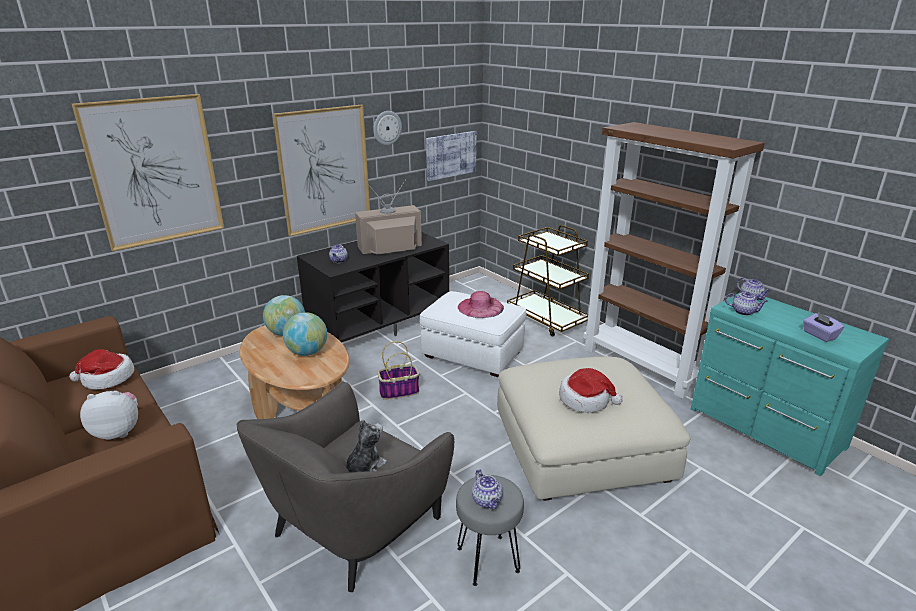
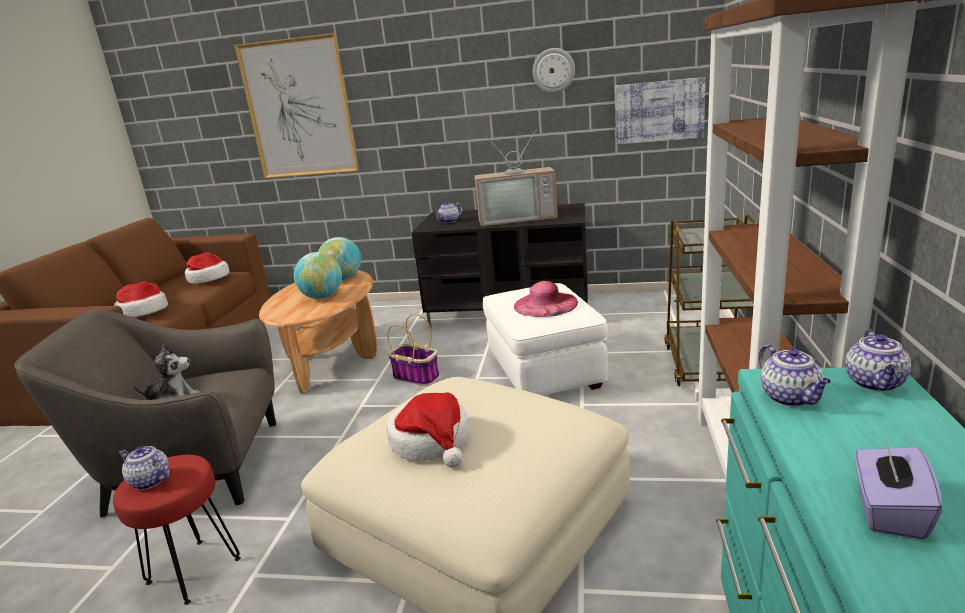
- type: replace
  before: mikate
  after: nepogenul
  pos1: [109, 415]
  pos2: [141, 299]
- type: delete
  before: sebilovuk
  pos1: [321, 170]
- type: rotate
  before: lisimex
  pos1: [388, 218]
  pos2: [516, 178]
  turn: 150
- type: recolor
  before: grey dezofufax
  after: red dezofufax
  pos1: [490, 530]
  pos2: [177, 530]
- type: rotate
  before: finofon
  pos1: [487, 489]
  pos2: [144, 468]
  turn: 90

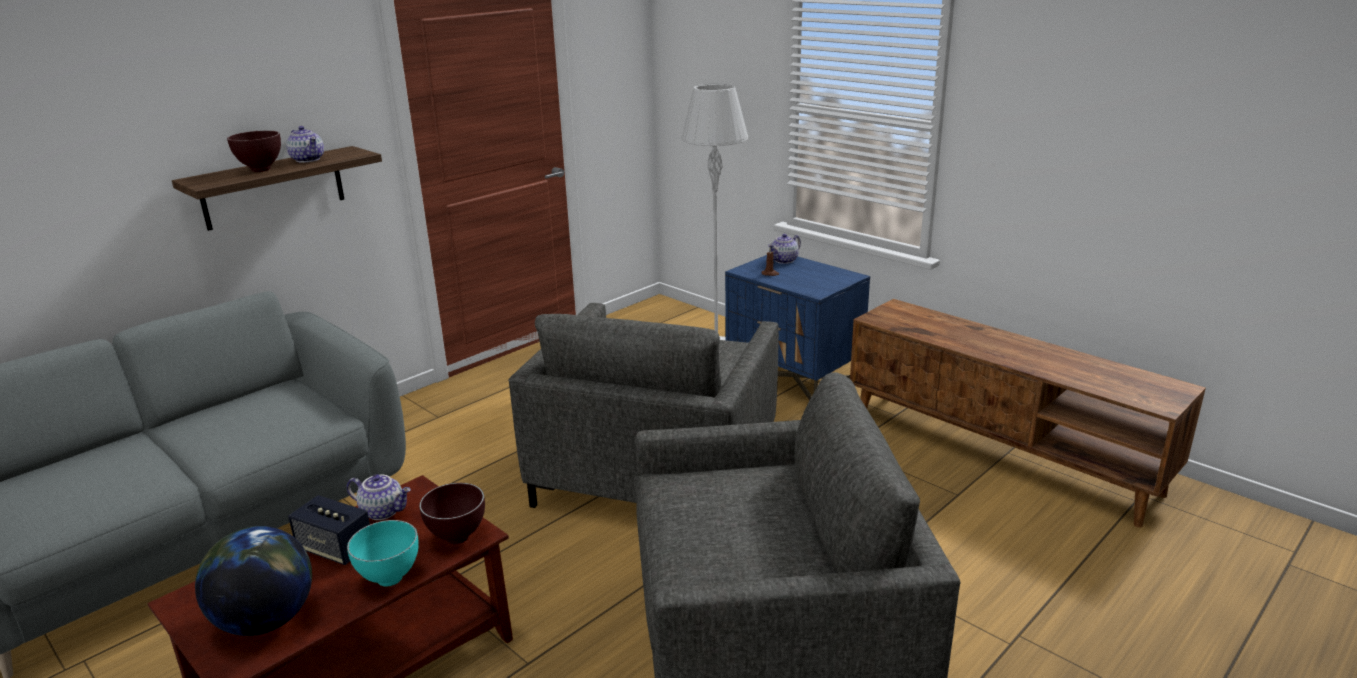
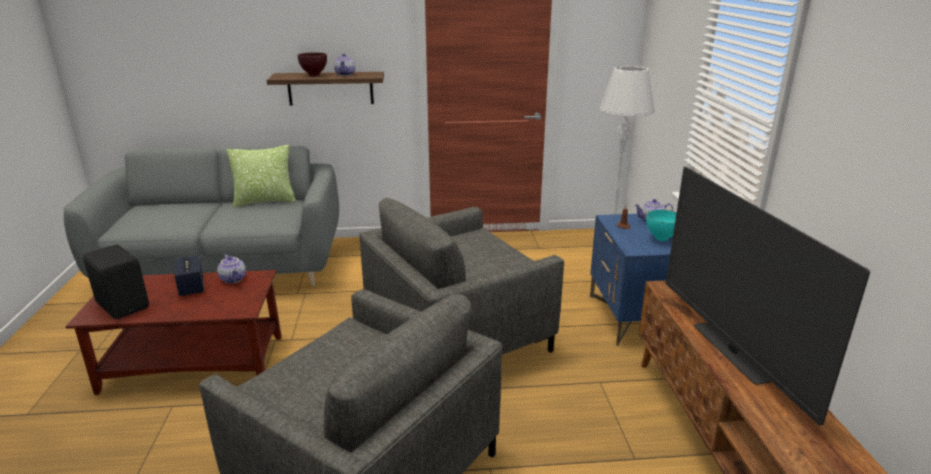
- type: replace
  before: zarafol
  after: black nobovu
  pos1: [253, 581]
  pos2: [116, 282]
- type: move
  before: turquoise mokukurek
  pos1: [383, 553]
  pos2: [661, 225]
- type: delete
  before: brown mokukurek
  pos1: [452, 513]
- type: insert
  after: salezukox
  pos2: [261, 176]
- type: insert
  after: lisimex
  pos2: [768, 296]

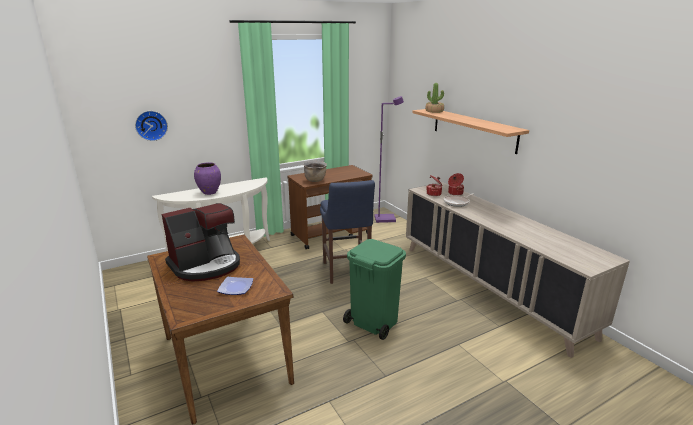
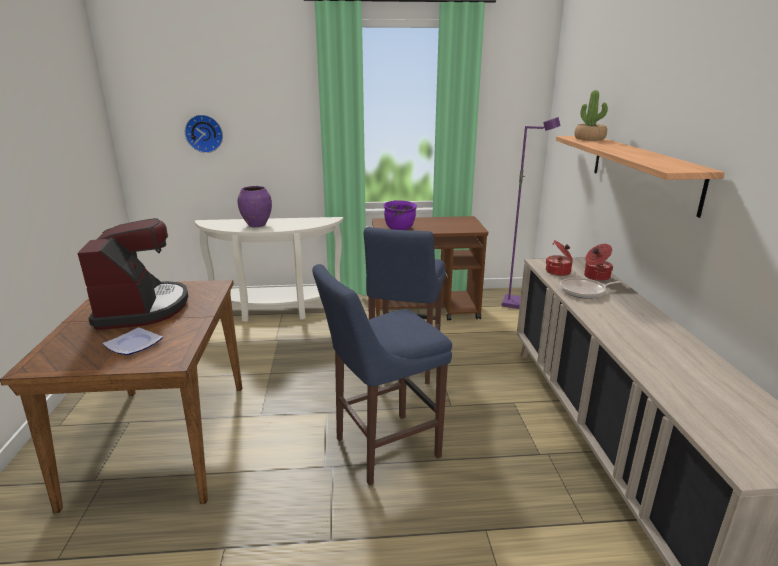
- type: rotate
  before: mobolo
  pos1: [201, 242]
  pos2: [133, 274]
  turn: -90
- type: recolor
  before: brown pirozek
  after: purple pirozek
  pos1: [315, 171]
  pos2: [400, 215]
- type: replace
  before: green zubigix
  after: blue dezofufax
  pos1: [374, 289]
  pos2: [382, 374]

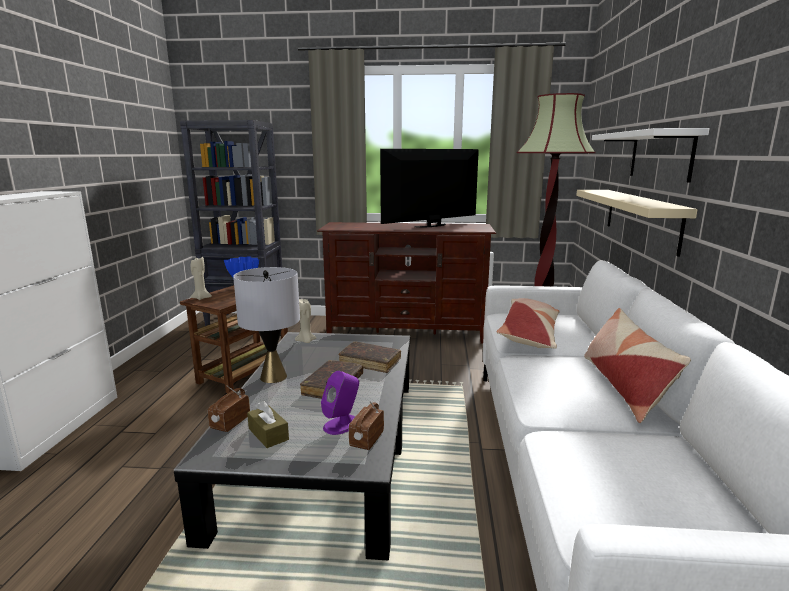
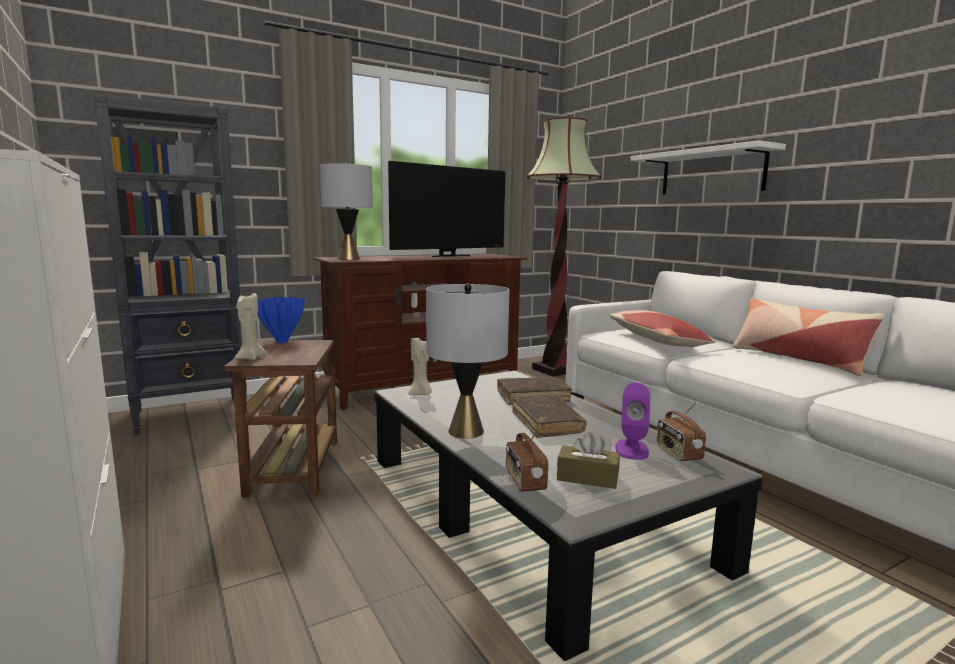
- type: rotate
  before: lisimex
  pos1: [429, 188]
  pos2: [446, 209]
  turn: -150
- type: delete
  before: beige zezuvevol
  pos1: [637, 223]
- type: insert
  after: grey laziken
  pos2: [346, 211]

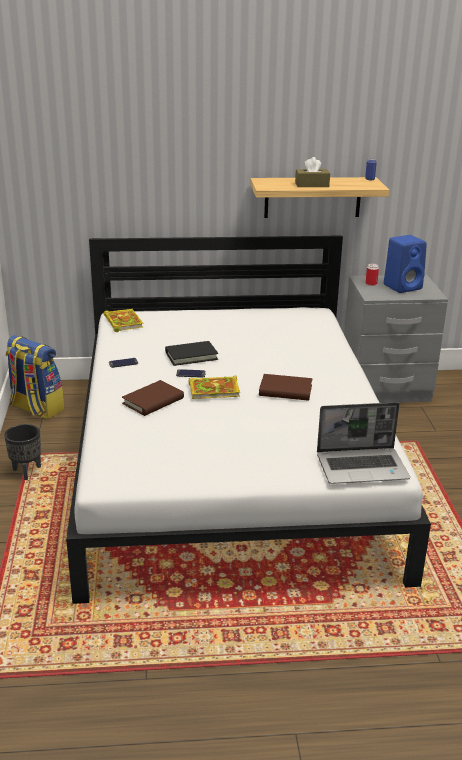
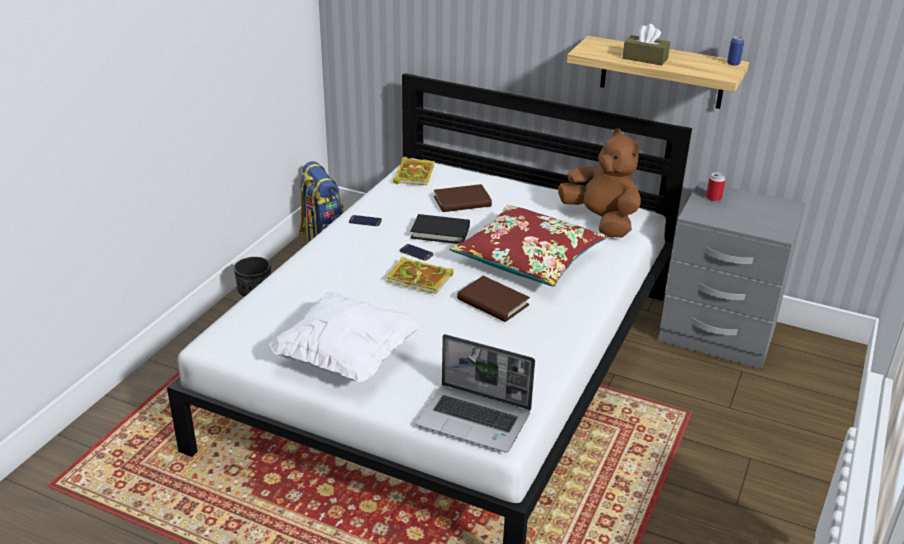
- type: move
  before: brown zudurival
  pos1: [153, 398]
  pos2: [463, 198]
- type: delete
  before: blue nobovu
  pos1: [405, 264]
- type: insert
  after: white salezukox
  pos2: [345, 337]
- type: insert
  after: red salezukox
  pos2: [528, 245]
- type: insert
  after: brown mikate
  pos2: [599, 183]

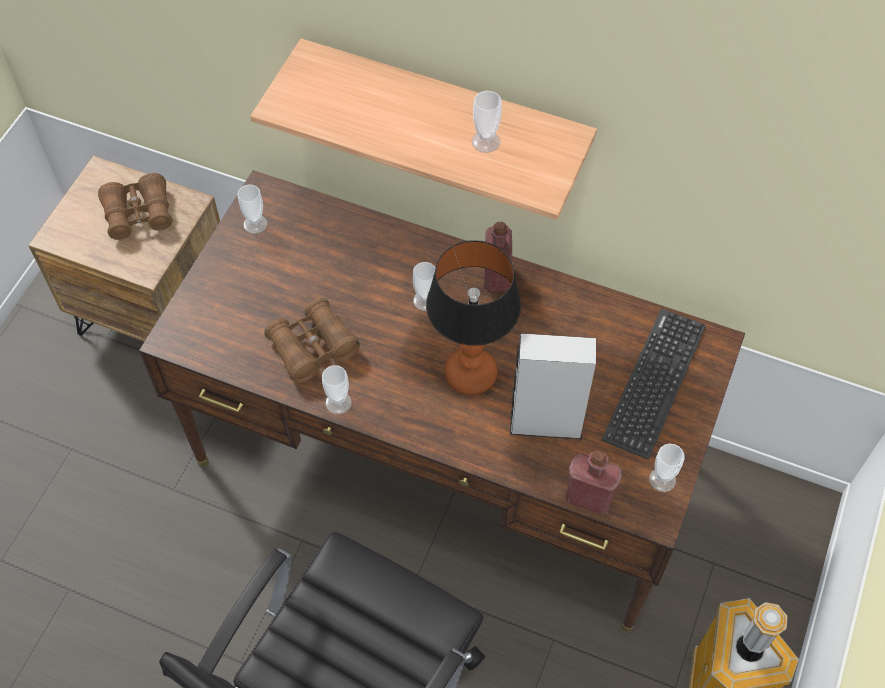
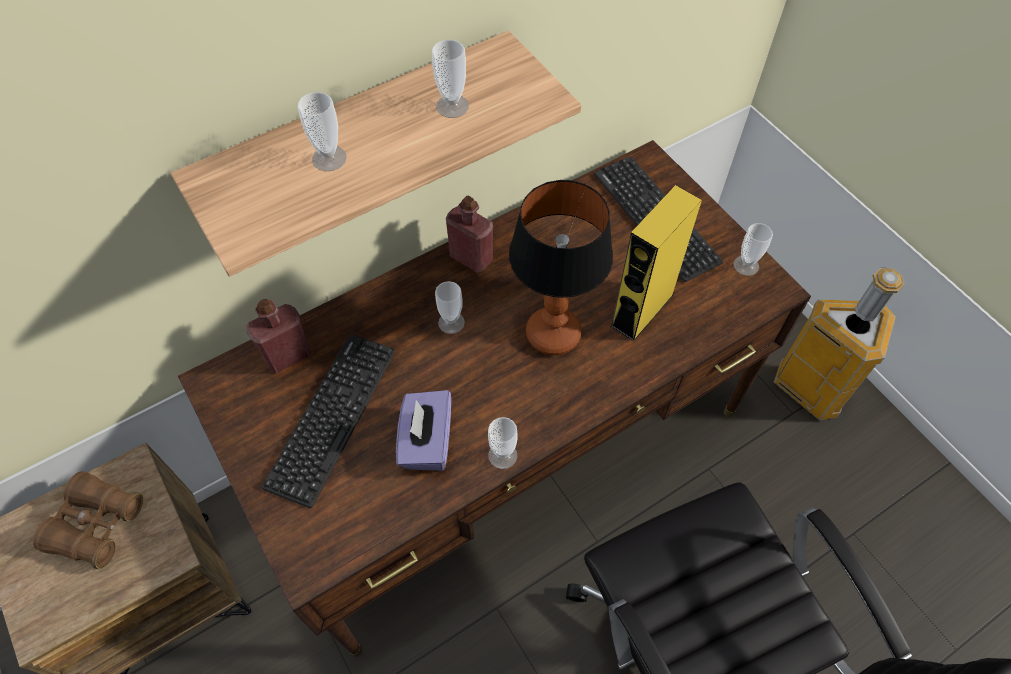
- type: move
  before: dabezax
  pos1: [252, 209]
  pos2: [322, 131]
- type: replace
  before: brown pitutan
  after: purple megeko
  pos1: [312, 340]
  pos2: [423, 430]
- type: recolor
  before: grey nobovu
  after: yellow nobovu
  pos1: [553, 386]
  pos2: [656, 263]
- type: move
  before: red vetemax
  pos1: [594, 483]
  pos2: [279, 336]
- type: insert
  after: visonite
  pos2: [329, 421]

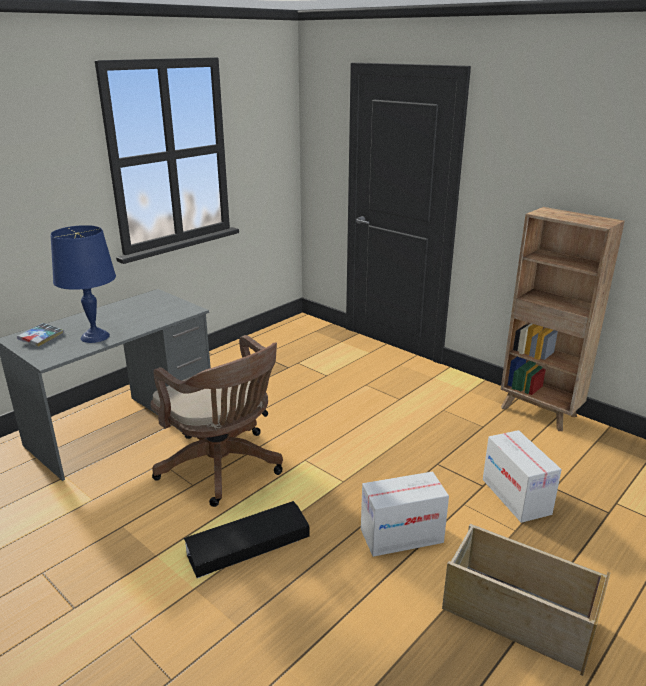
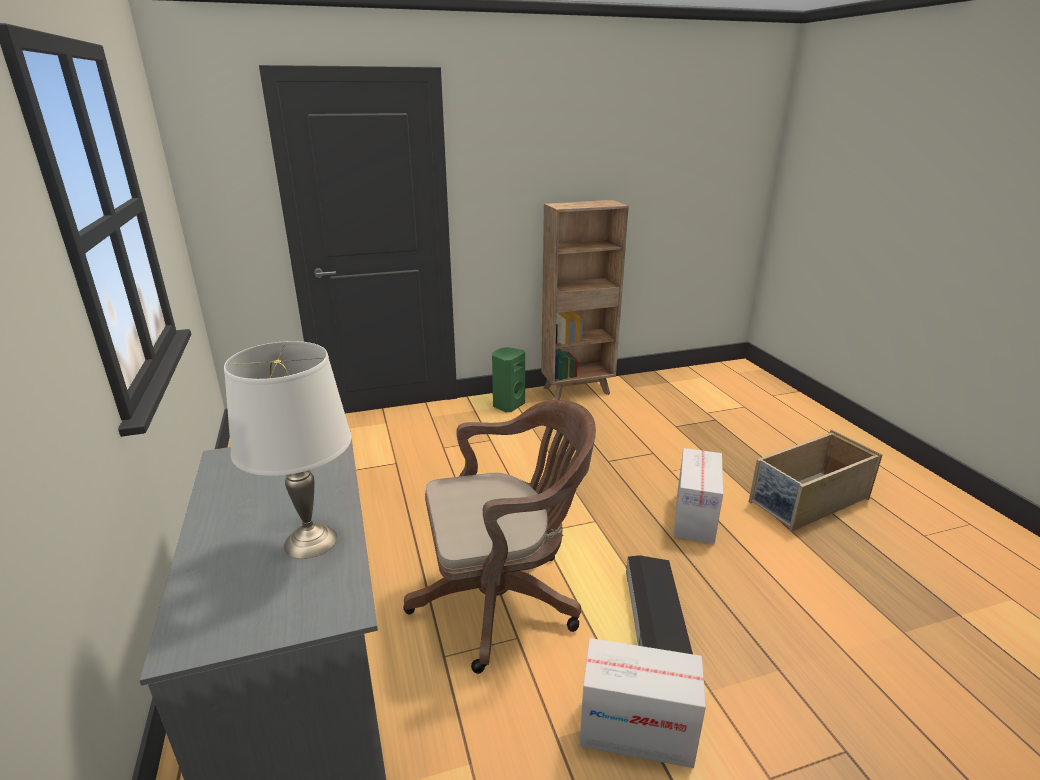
- type: delete
  before: zudurival
  pos1: [40, 335]
- type: recolor
  before: blue laziken
  after: white laziken
  pos1: [83, 284]
  pos2: [287, 450]
- type: move
  before: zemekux
  pos1: [522, 476]
  pos2: [642, 703]
- type: insert
  after: green nobovu
  pos2: [508, 379]

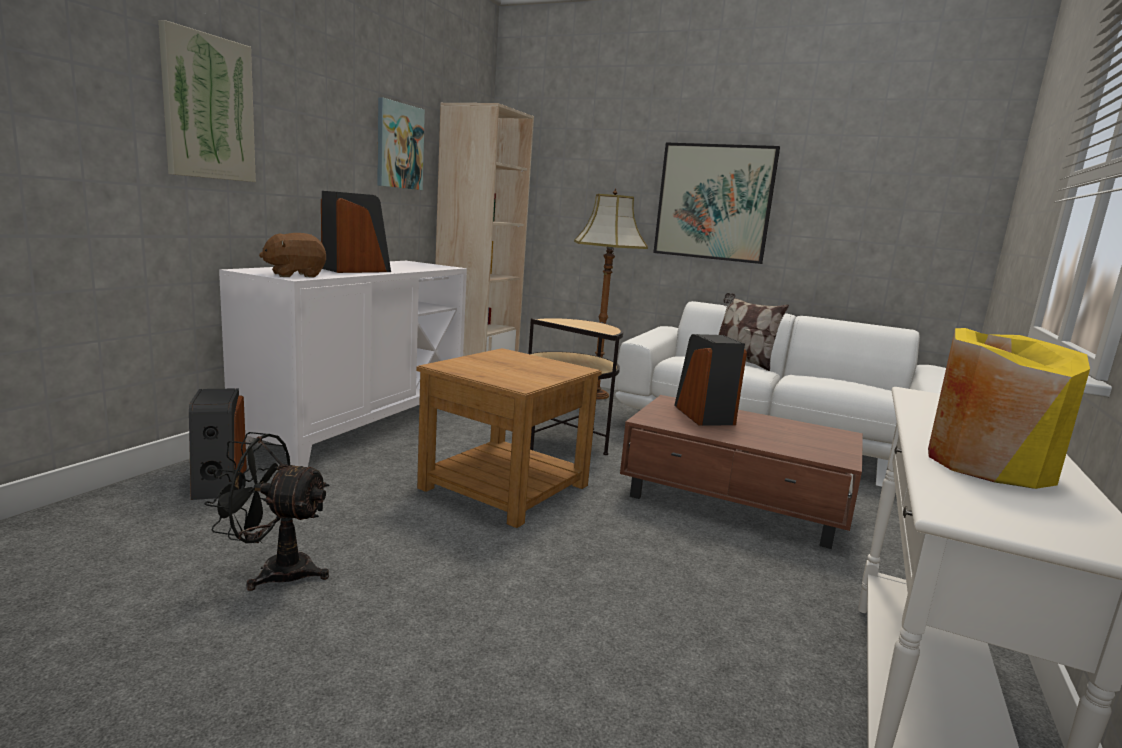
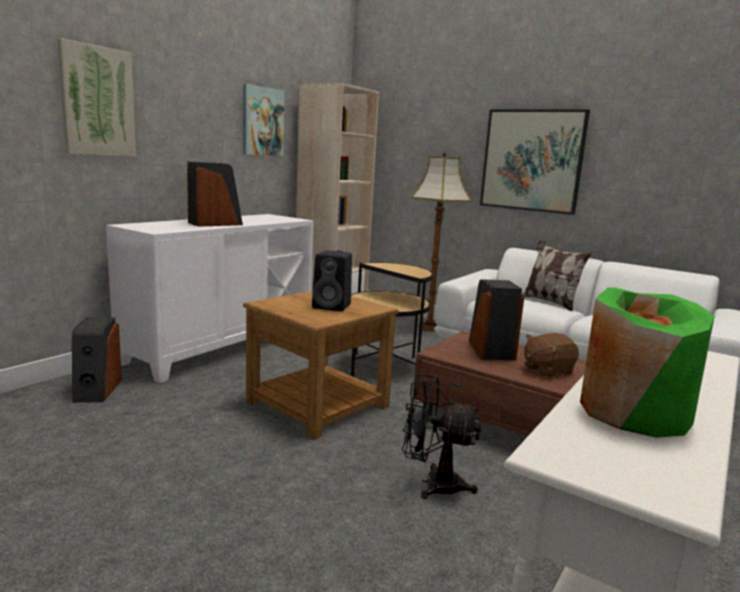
- type: move
  before: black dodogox
  pos1: [266, 511]
  pos2: [442, 437]
- type: move
  before: brown mikate
  pos1: [292, 255]
  pos2: [551, 355]
- type: recolor
  before: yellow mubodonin
  after: green mubodonin
  pos1: [1009, 408]
  pos2: [647, 362]
- type: insert
  after: black nobovu
  pos2: [332, 280]

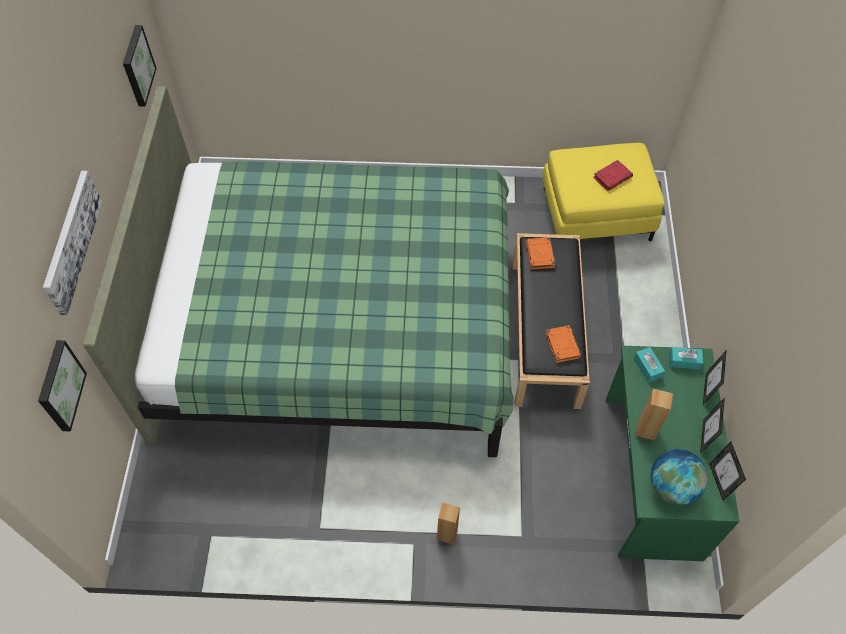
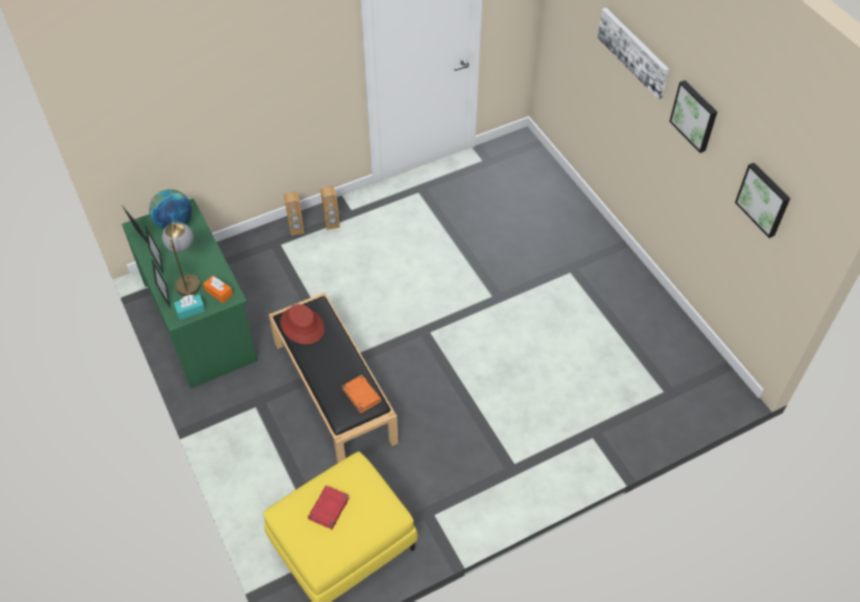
- type: move
  before: sebilovuk
  pos1: [62, 386]
  pos2: [693, 116]
- type: delete
  before: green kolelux
  pos1: [298, 271]
- type: replace
  before: orange zudurival
  after: red nepogenul
  pos1: [563, 344]
  pos2: [302, 324]
- type: recolor
  before: turquoise megeko
  after: orange megeko
  pos1: [649, 365]
  pos2: [218, 289]
- type: move
  before: brown nobovu
  pos1: [654, 414]
  pos2: [294, 213]
- type: insert
  after: laziken
  pos2: [181, 259]

